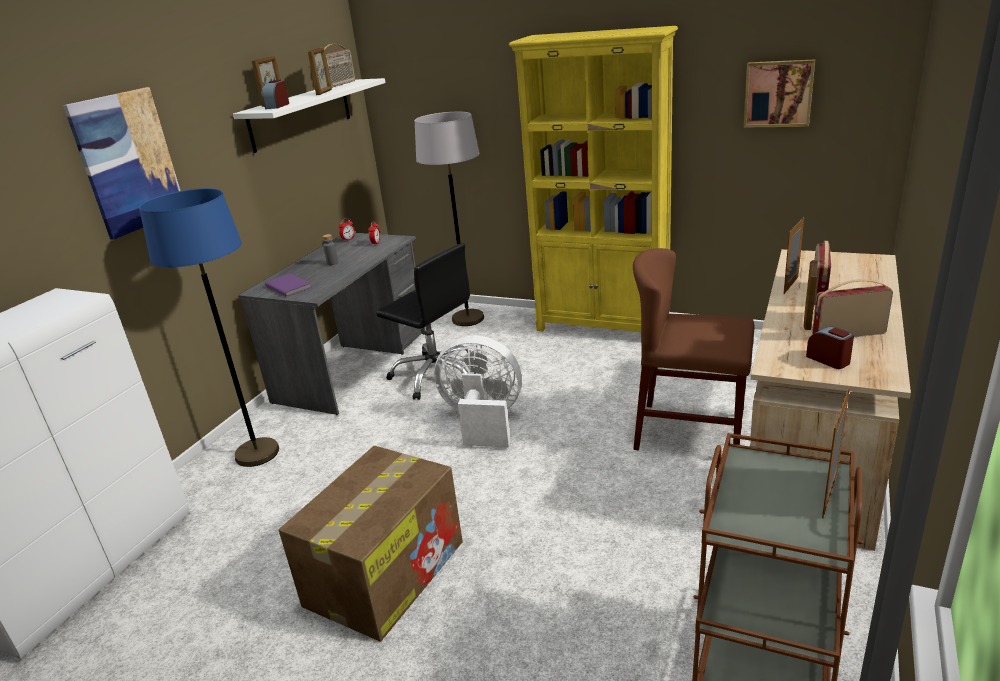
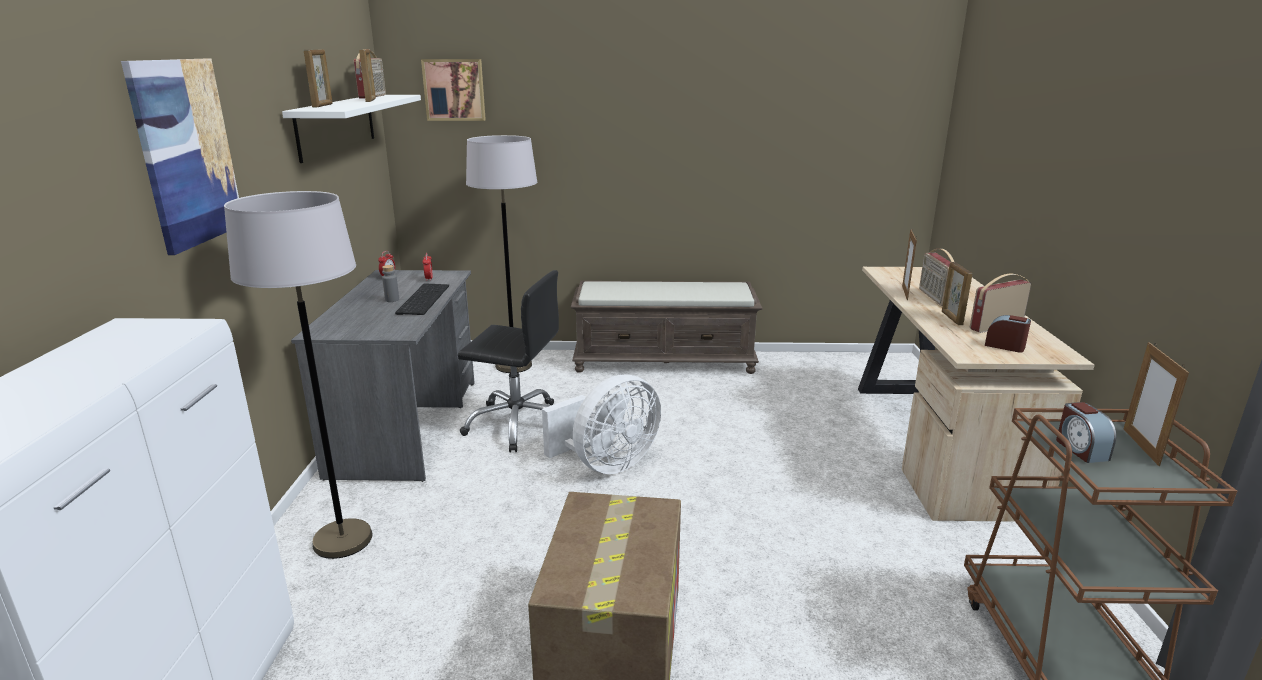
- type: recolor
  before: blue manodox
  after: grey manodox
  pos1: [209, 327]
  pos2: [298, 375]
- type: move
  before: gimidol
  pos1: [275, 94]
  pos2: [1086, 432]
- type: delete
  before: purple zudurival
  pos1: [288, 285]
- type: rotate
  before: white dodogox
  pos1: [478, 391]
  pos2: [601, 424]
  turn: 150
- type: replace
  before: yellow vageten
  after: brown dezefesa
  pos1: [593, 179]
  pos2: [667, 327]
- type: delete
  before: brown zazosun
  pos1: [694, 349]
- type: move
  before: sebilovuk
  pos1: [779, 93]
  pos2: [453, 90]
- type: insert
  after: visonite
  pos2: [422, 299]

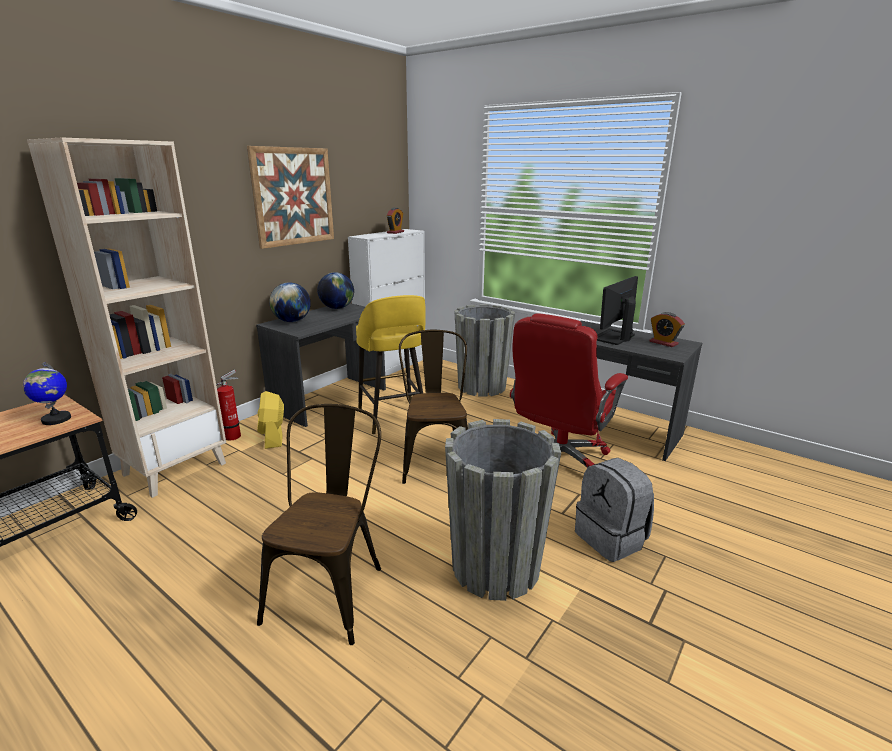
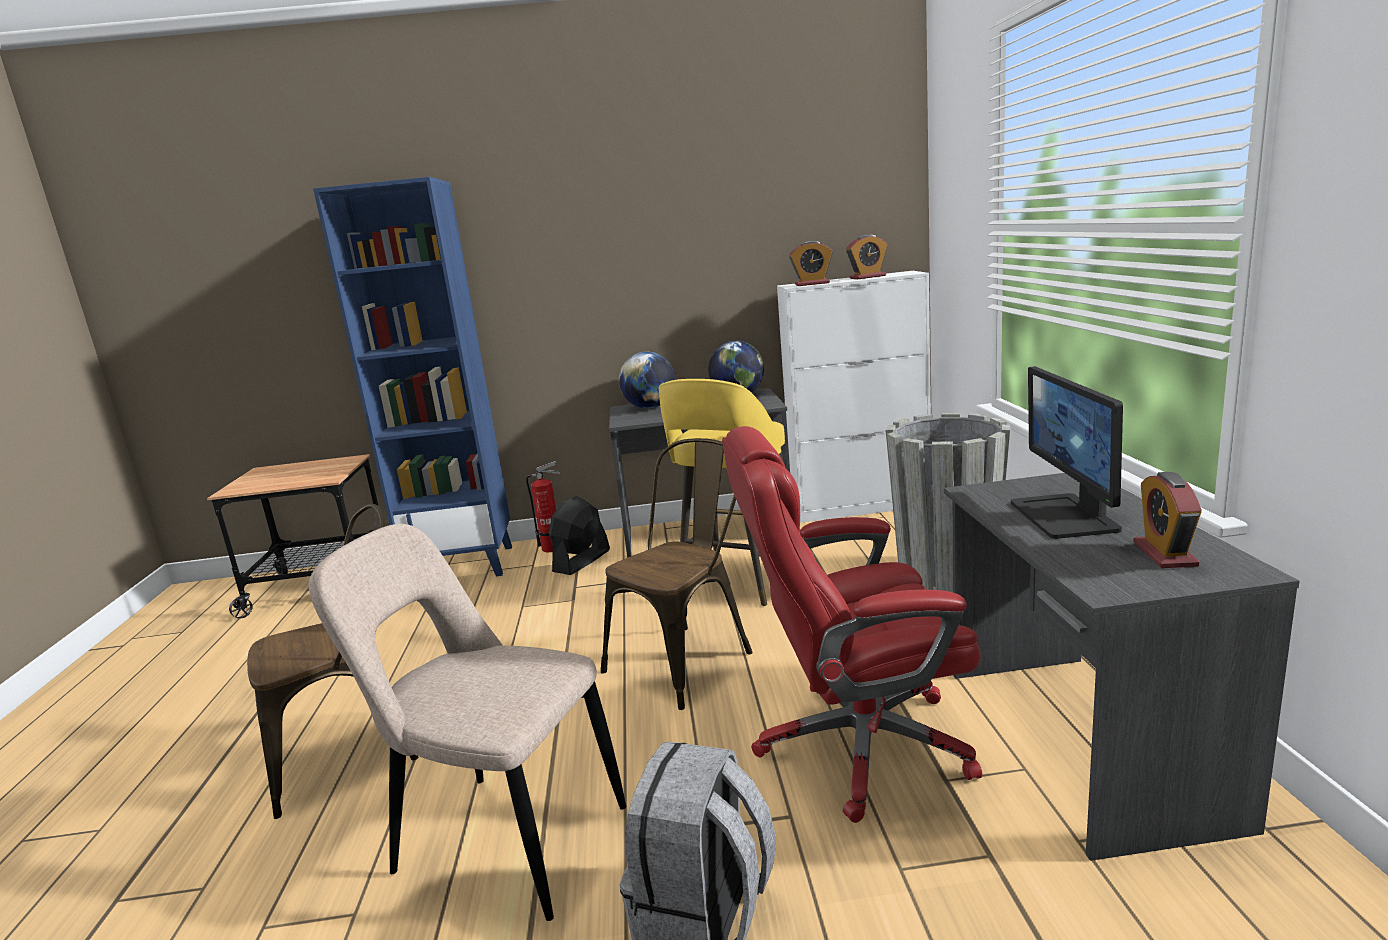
- type: delete
  before: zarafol
  pos1: [47, 393]
- type: recolor
  before: beige vageten
  after: blue vageten
  pos1: [126, 317]
  pos2: [412, 376]
- type: delete
  before: sebilovuk
  pos1: [290, 197]
- type: recolor
  before: yellow dodogox
  after: black dodogox
  pos1: [270, 420]
  pos2: [579, 535]
- type: replace
  before: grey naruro
  after: beige zazosun
  pos1: [503, 510]
  pos2: [467, 722]
- type: rotate
  before: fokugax
  pos1: [617, 310]
  pos2: [1067, 452]
  turn: -90
- type: insert
  after: gimidol
  pos2: [811, 263]

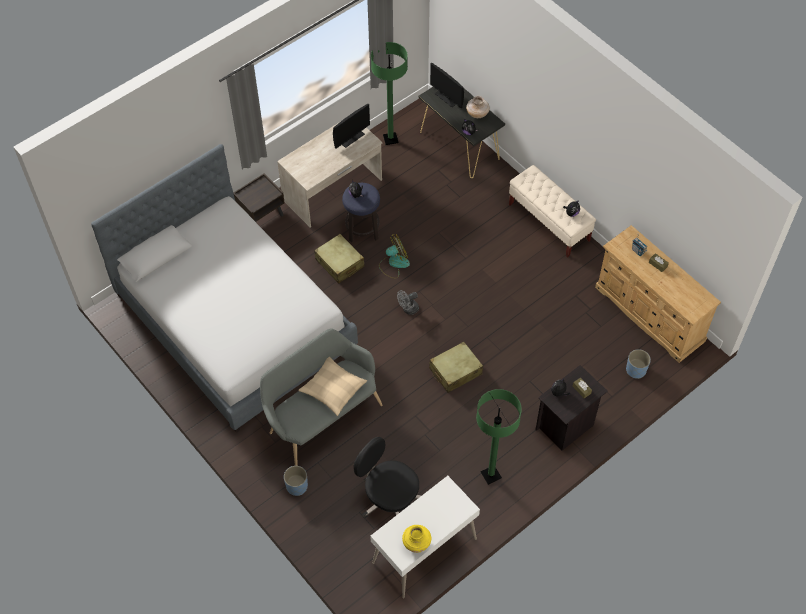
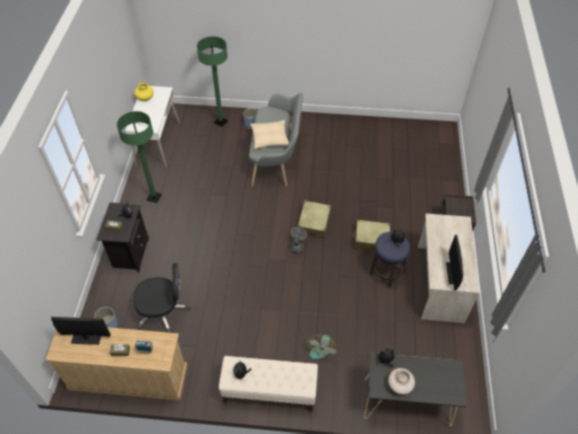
- type: delete
  before: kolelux
  pos1: [224, 288]
- type: move
  before: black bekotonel
  pos1: [387, 477]
  pos2: [162, 298]
- type: move
  before: green manodox
  pos1: [389, 93]
  pos2: [212, 81]
- type: move
  before: dodogox
  pos1: [394, 256]
  pos2: [322, 346]
- type: move
  before: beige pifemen
  pos1: [456, 367]
  pos2: [314, 219]
- type: move
  before: fokugax
  pos1: [447, 85]
  pos2: [81, 331]

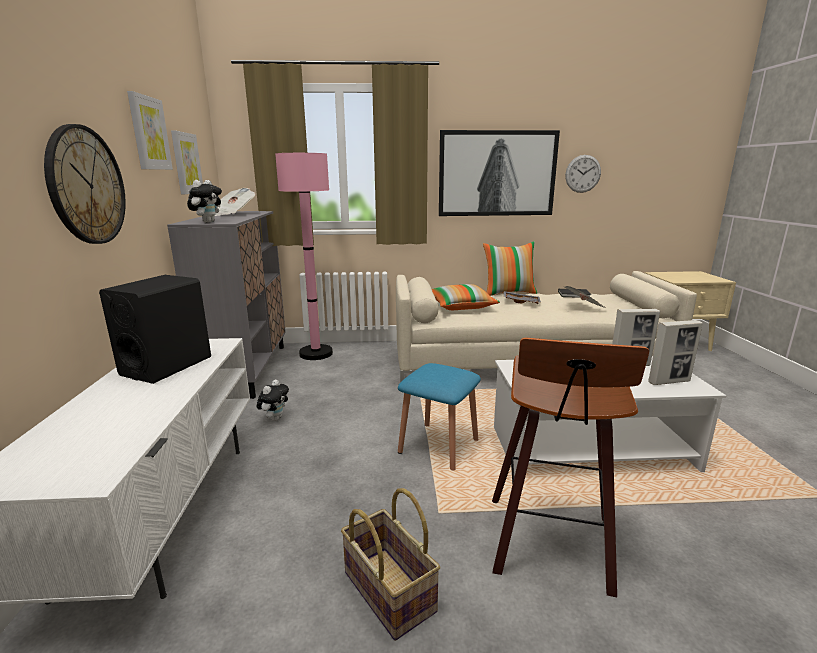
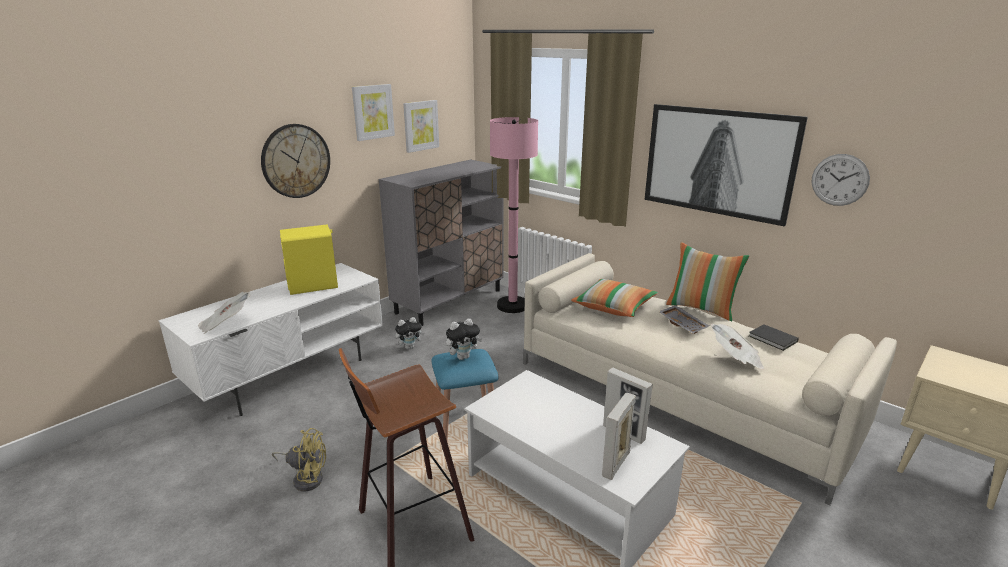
- type: recolor
  before: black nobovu
  after: yellow nobovu
  pos1: [155, 329]
  pos2: [309, 259]
- type: move
  before: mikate
  pos1: [204, 201]
  pos2: [464, 339]
- type: move
  before: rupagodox
  pos1: [235, 202]
  pos2: [224, 313]
- type: replace
  before: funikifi
  after: yellow dodogox
  pos1: [390, 564]
  pos2: [299, 459]
- type: rotate
  before: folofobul
  pos1: [675, 352]
  pos2: [619, 436]
  turn: 90

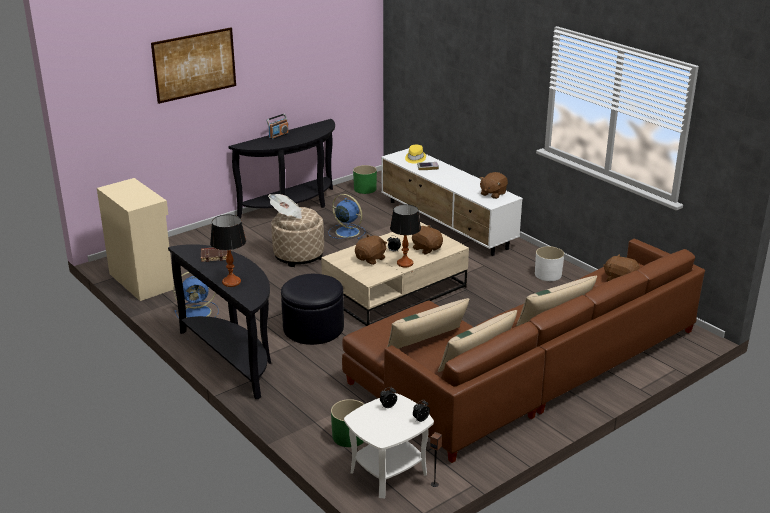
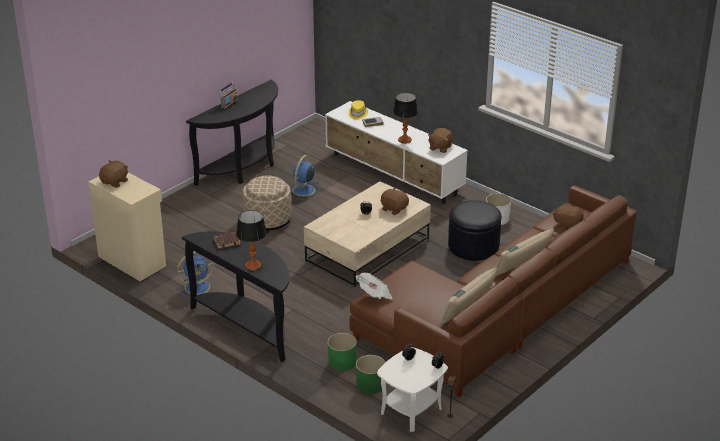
- type: delete
  before: sebilovuk
  pos1: [193, 65]
- type: move
  before: rupagodox
  pos1: [285, 206]
  pos2: [374, 286]
- type: move
  before: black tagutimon
  pos1: [312, 309]
  pos2: [475, 230]
- type: rotate
  before: blue dodogox
  pos1: [347, 216]
  pos2: [305, 177]
  turn: -90
- type: move
  before: green naruro
  pos1: [365, 179]
  pos2: [342, 352]
- type: move
  before: brown mikate
  pos1: [371, 250]
  pos2: [113, 174]
- type: delete
  before: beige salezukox
  pos1: [428, 323]
- type: move
  before: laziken
  pos1: [405, 235]
  pos2: [405, 118]

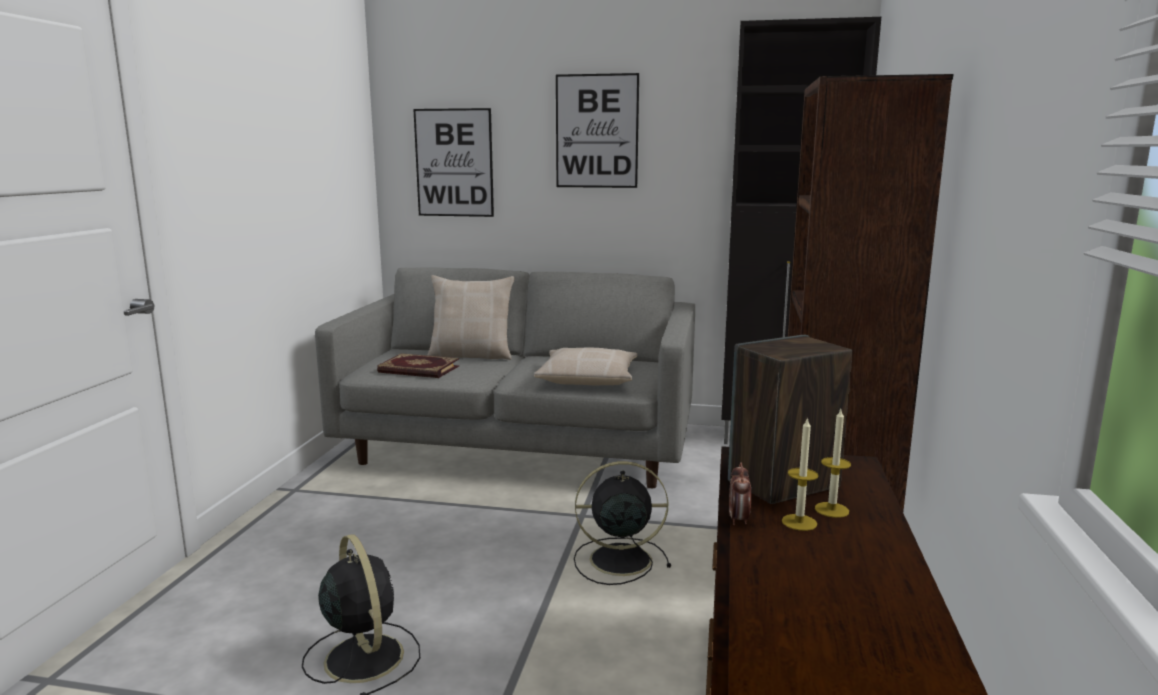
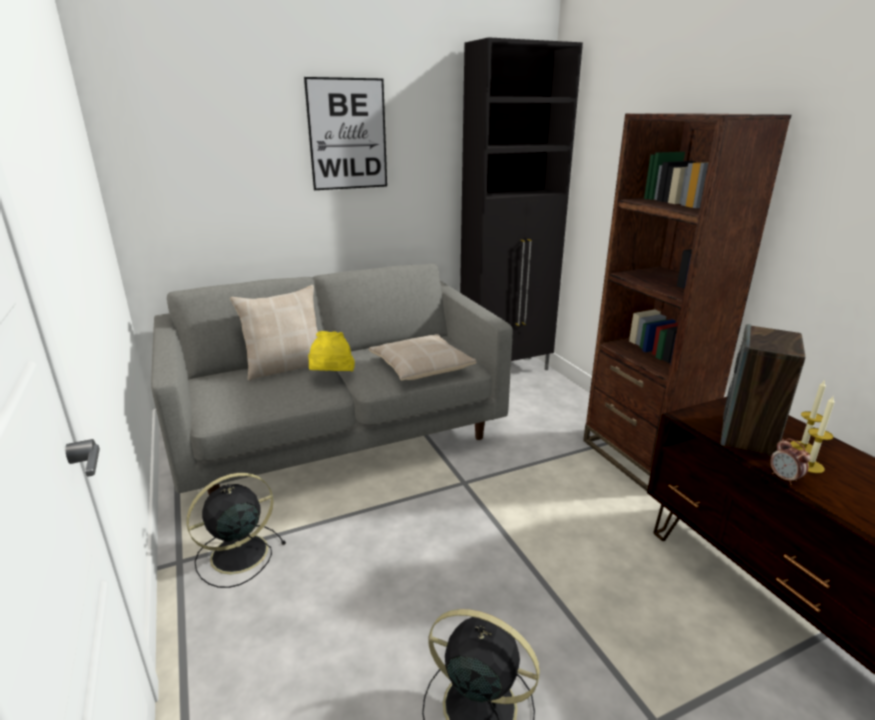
- type: delete
  before: zudurival
  pos1: [418, 365]
- type: delete
  before: sebilovuk
  pos1: [453, 162]
- type: move
  before: black dodogox
  pos1: [622, 523]
  pos2: [236, 530]
- type: insert
  after: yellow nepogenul
  pos2: [331, 351]

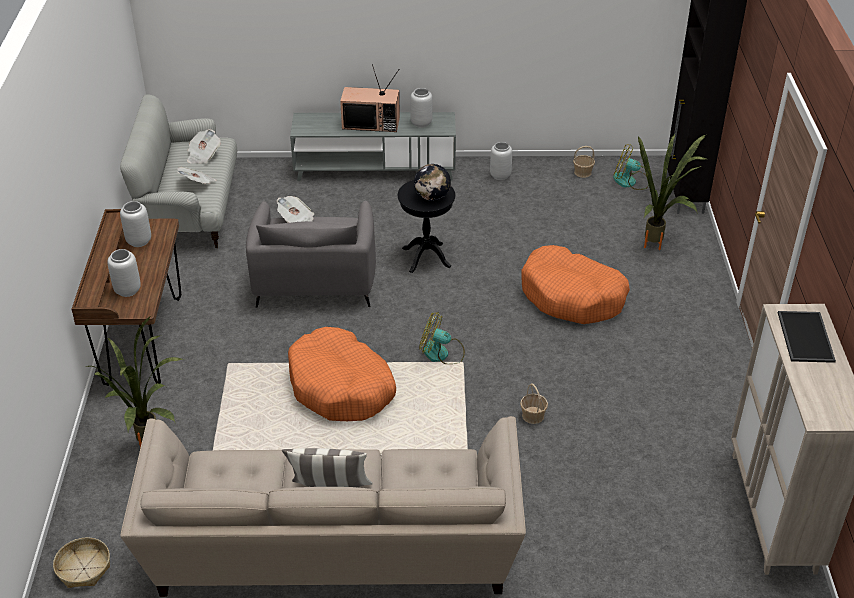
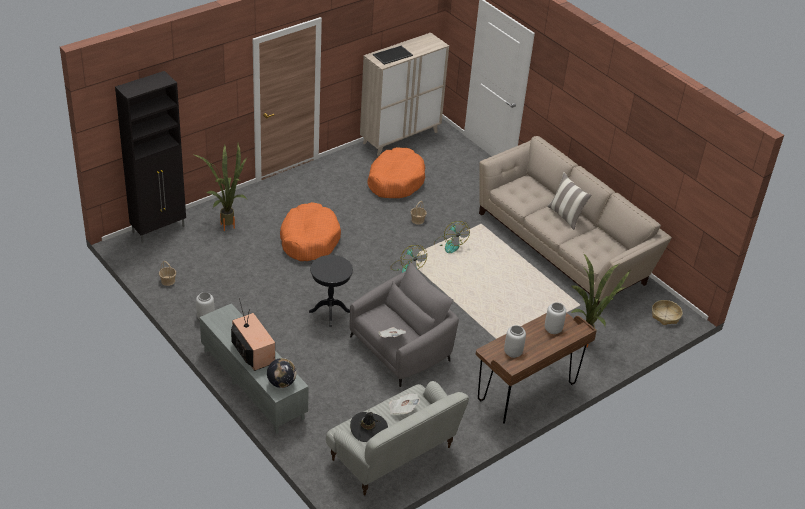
- type: replace
  before: rupagodox
  after: black nepogenul
  pos1: [203, 146]
  pos2: [369, 425]
- type: move
  before: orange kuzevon
  pos1: [342, 374]
  pos2: [396, 172]
- type: delete
  before: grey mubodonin
  pos1: [421, 108]
- type: move
  before: zarafol
  pos1: [432, 182]
  pos2: [281, 373]
- type: move
  before: dodogox
  pos1: [631, 167]
  pos2: [452, 237]

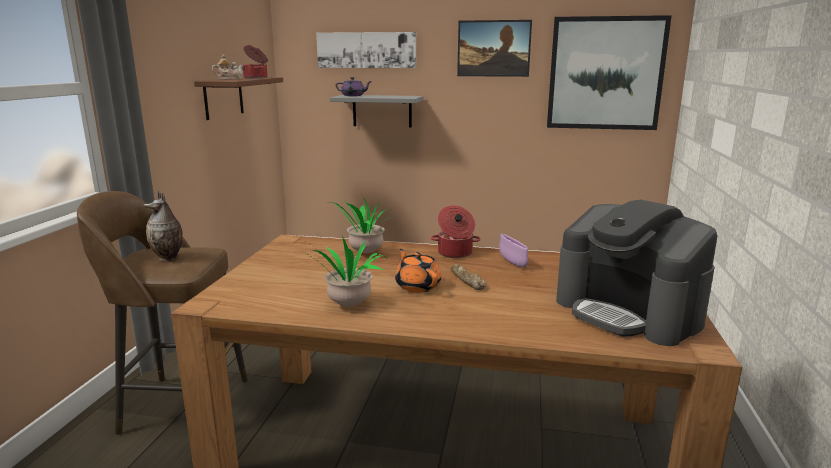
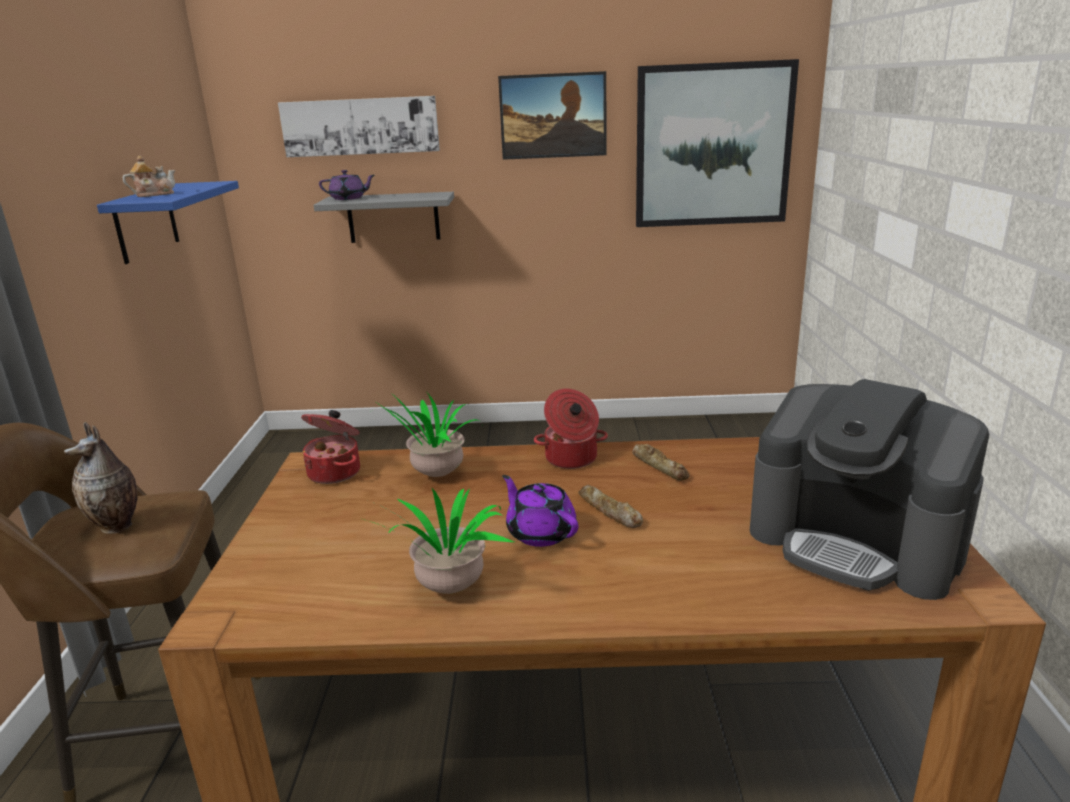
- type: recolor
  before: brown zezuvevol
  after: blue zezuvevol
  pos1: [238, 98]
  pos2: [168, 222]
- type: move
  before: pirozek
  pos1: [255, 62]
  pos2: [330, 447]
- type: recolor
  before: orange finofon
  after: purple finofon
  pos1: [418, 271]
  pos2: [540, 511]
- type: replace
  before: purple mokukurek
  after: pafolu
  pos1: [513, 250]
  pos2: [661, 462]

